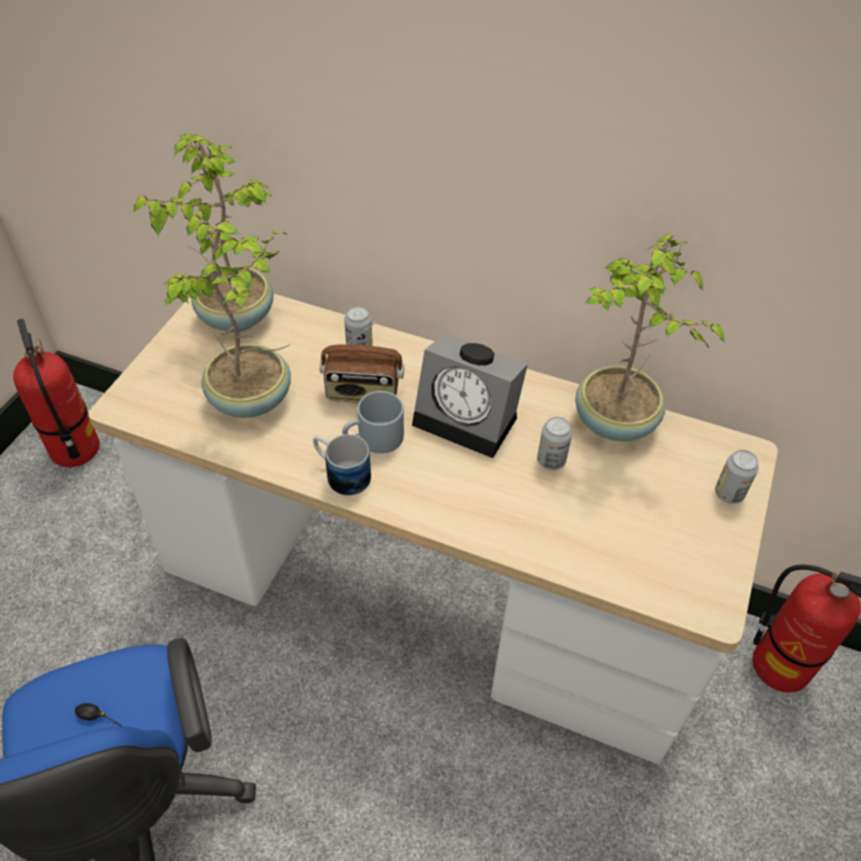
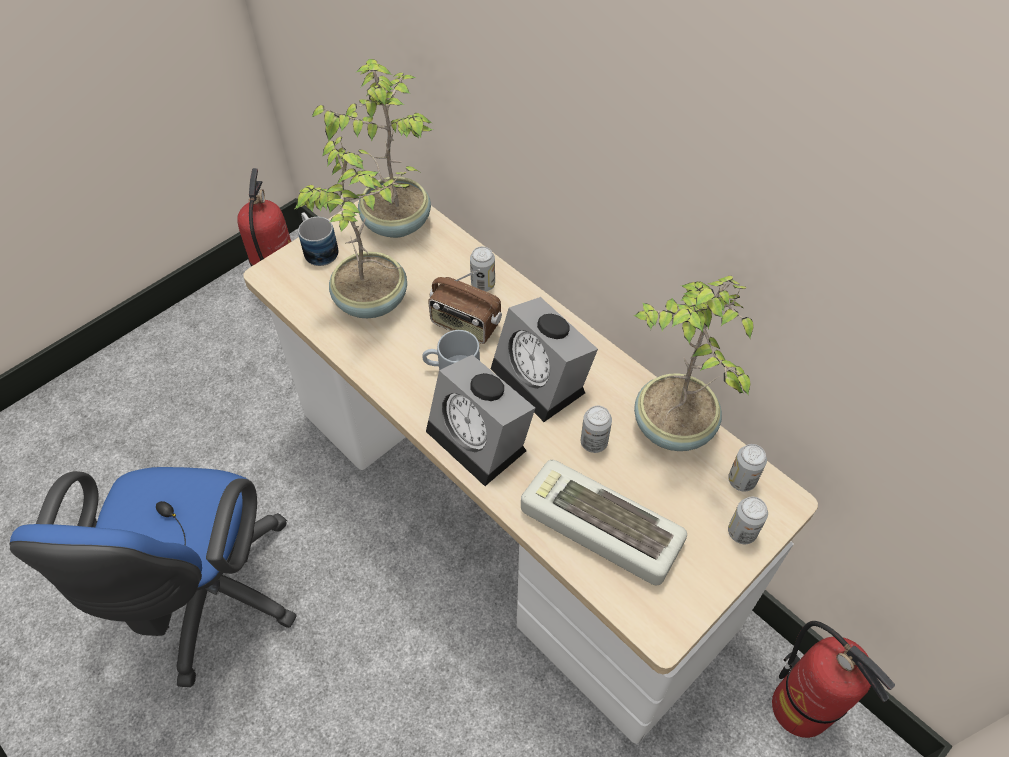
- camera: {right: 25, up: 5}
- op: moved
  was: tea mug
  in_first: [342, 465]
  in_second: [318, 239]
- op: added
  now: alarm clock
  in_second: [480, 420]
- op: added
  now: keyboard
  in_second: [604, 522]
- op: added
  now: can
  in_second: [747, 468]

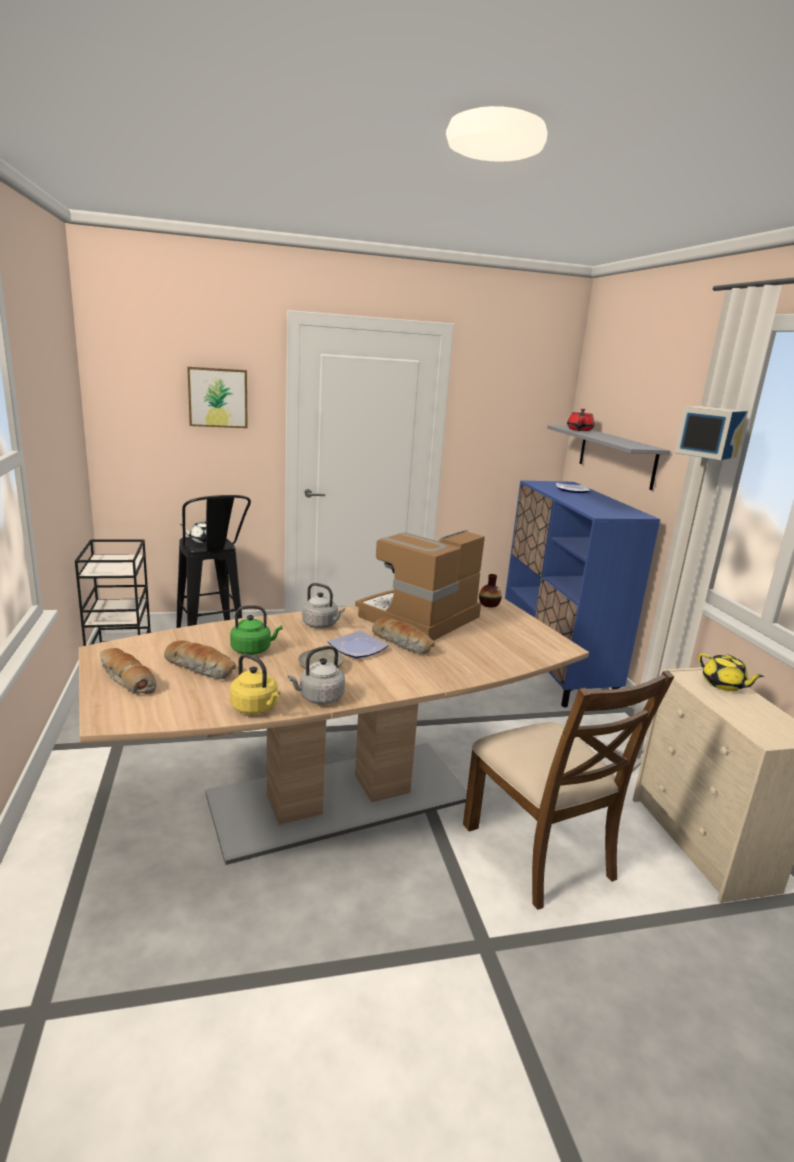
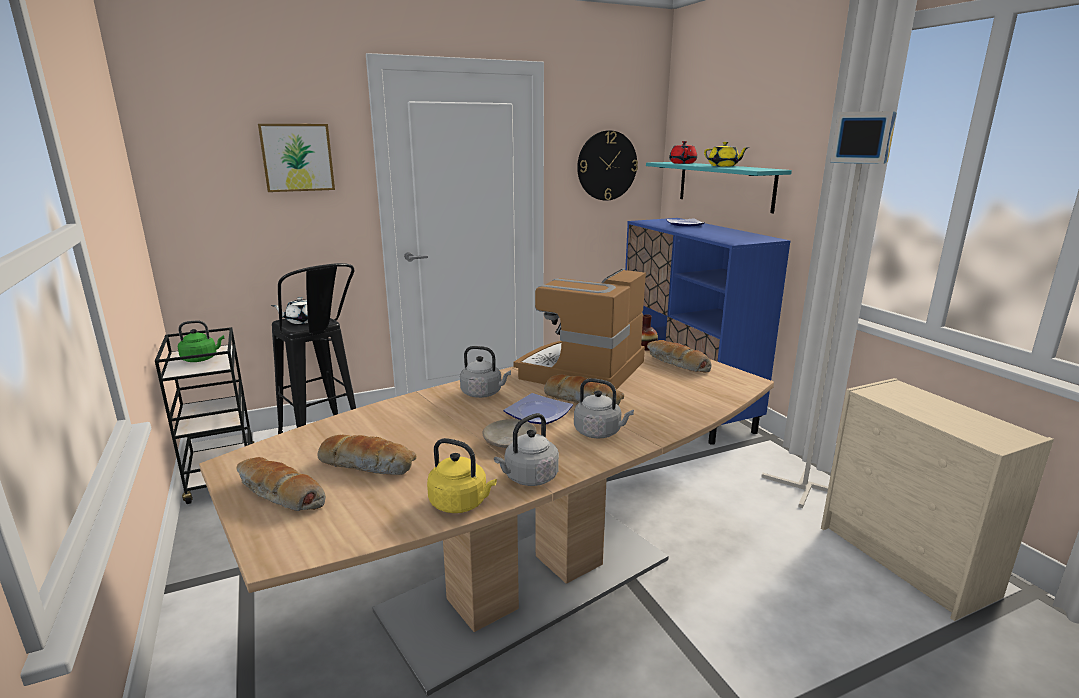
- camera: {right: -10, up: 0}
- op: moved
  was: tea kettle in green
  in_first: [256, 630]
  in_second: [201, 341]
- op: added
  now: tea kettle in grey
  in_second: [604, 408]
- op: added
  now: wall clock
  in_second: [607, 165]
- op: recoloured
  was: wall shelf in grey
  now: wall shelf in blue-green
  in_first: [608, 457]
  in_second: [719, 187]
- op: added
  now: bakery bread
  in_second: [679, 356]
- op: moved
  was: tea pot in yellow
  in_first: [731, 672]
  in_second: [726, 154]
- op: removed
  was: plain chair in brownish
  in_first: [568, 790]

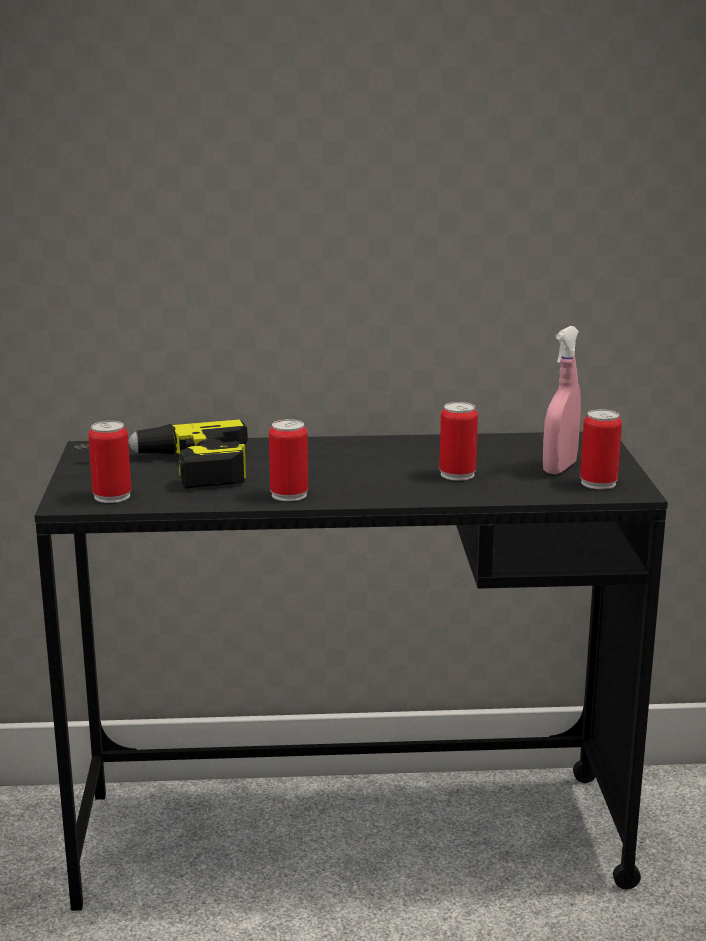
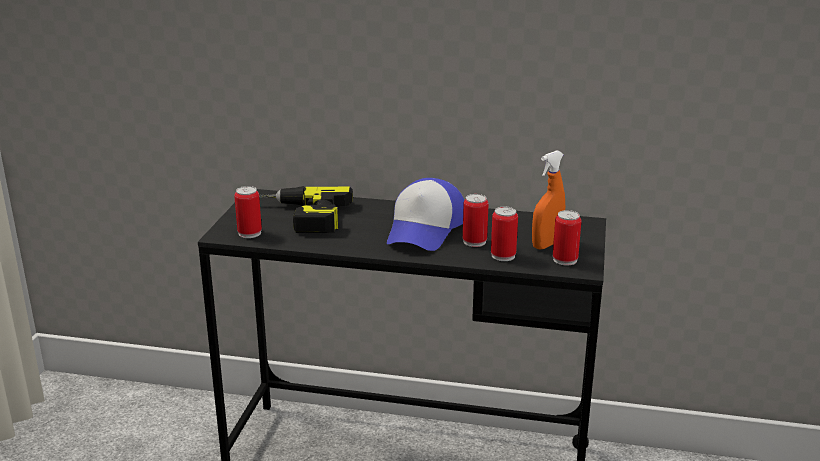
- camera: {right: 15, up: 5}
- op: added
  now: cap
  in_second: [425, 214]
- op: moved
  was: can
  in_first: [288, 460]
  in_second: [504, 234]
- op: recoloured
  was: sprayer in pink-coloured
  now: sprayer in orange-coloured
  in_first: [562, 400]
  in_second: [548, 200]

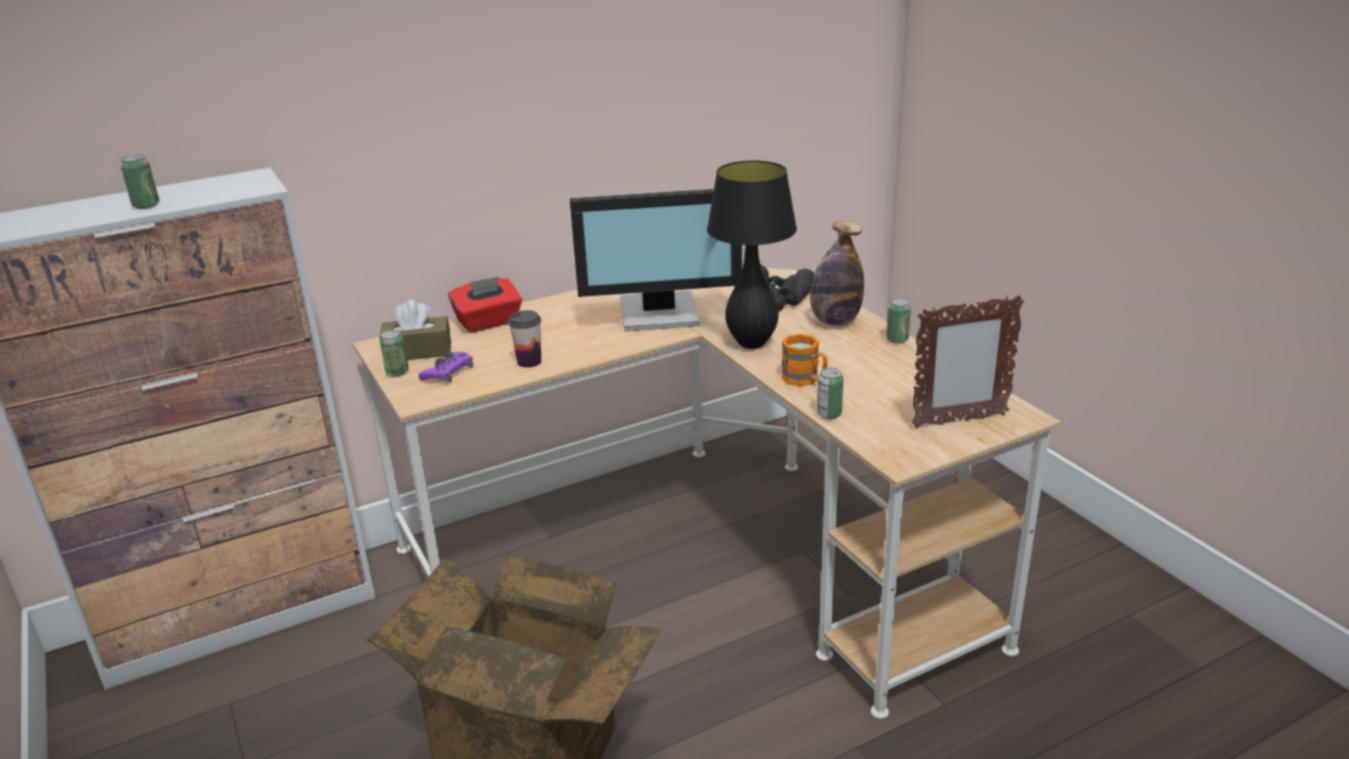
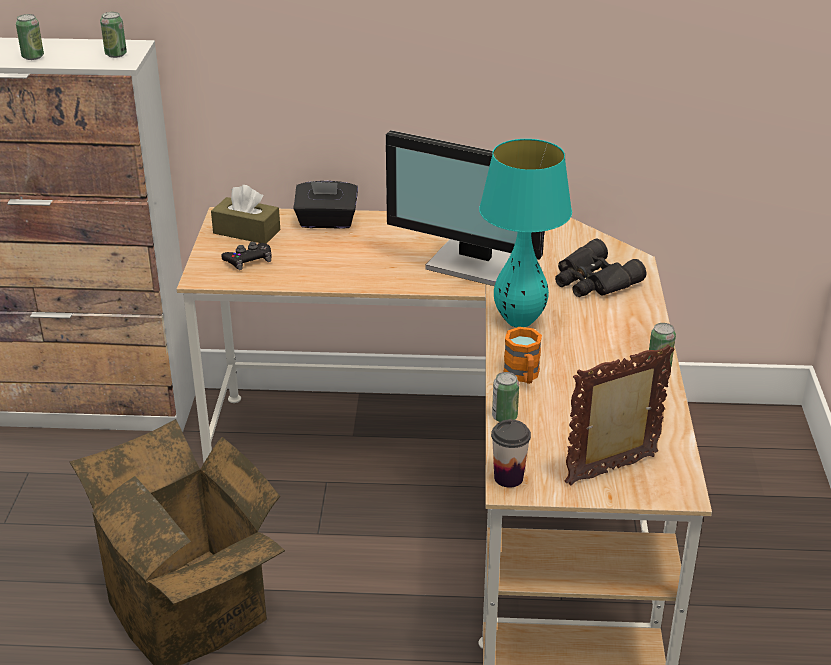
- camera: {right: 30, up: 5}
- op: moved
  was: can
  in_first: [394, 353]
  in_second: [113, 35]
- op: recoloured
  was: gamepad in purple-coloured
  now: gamepad in black
  in_first: [446, 367]
  in_second: [246, 256]
- op: recoloured
  was: tissue box in red
  now: tissue box in black
  in_first: [485, 304]
  in_second: [325, 205]
- op: recoloured
  was: tabletop lamp in black
  now: tabletop lamp in blue-green
  in_first: [752, 255]
  in_second: [525, 233]
- op: moved
  was: drinking cup
  in_first: [524, 339]
  in_second: [511, 453]
- op: turned
  was: photo frame
  in_first: [968, 361]
  in_second: [620, 414]
  clockwise: 135
- op: removed
  was: bottle
  in_first: [837, 273]

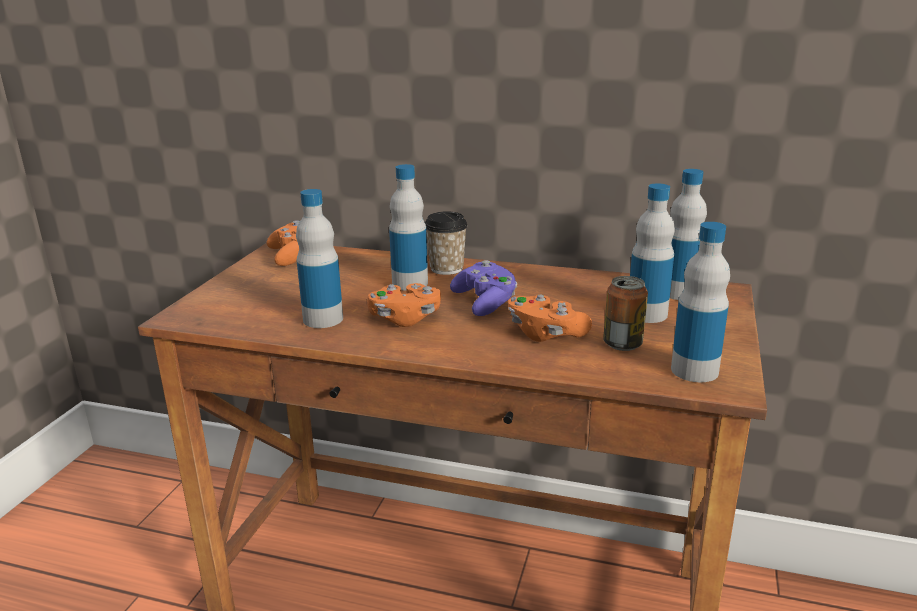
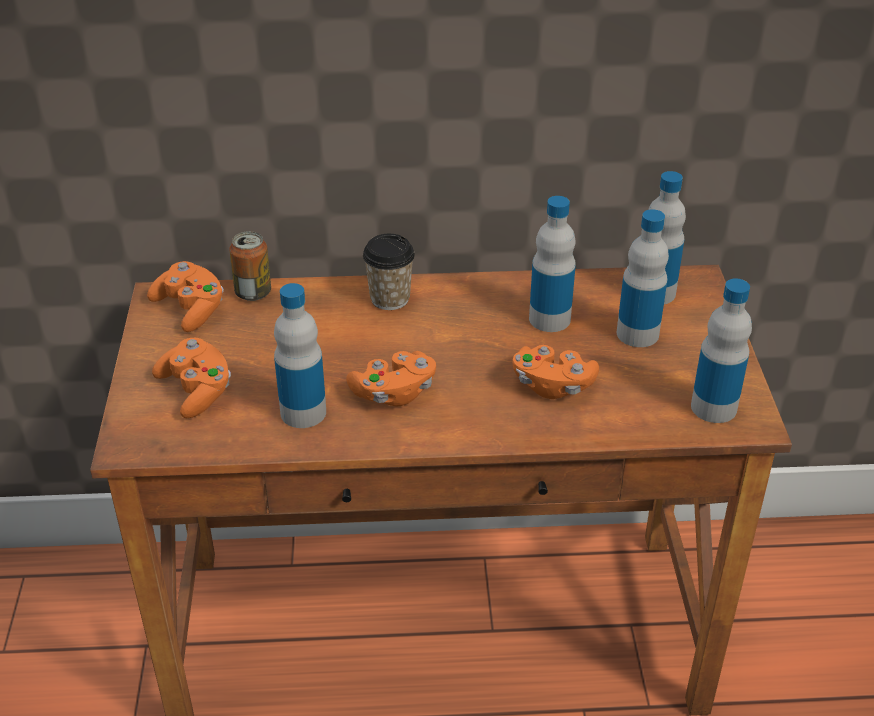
- camera: {right: -20, up: 15}
- op: added
  now: gamepad in orange-coloured
  in_second: [191, 378]
- op: moved
  was: can
  in_first: [625, 313]
  in_second: [250, 266]
- op: moved
  was: bottle
  in_first: [408, 227]
  in_second: [552, 264]
- op: removed
  was: gamepad in purple-coloured
  in_first: [484, 288]

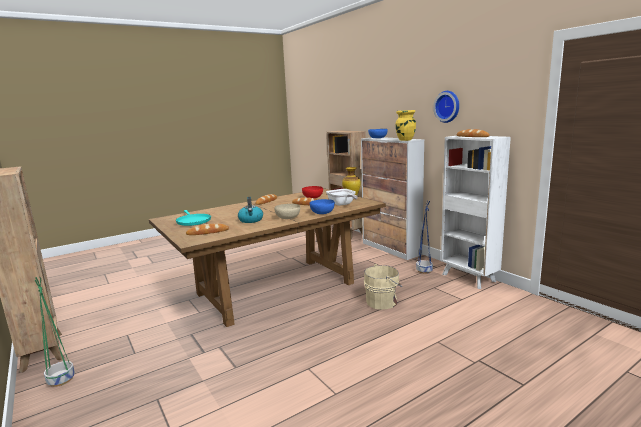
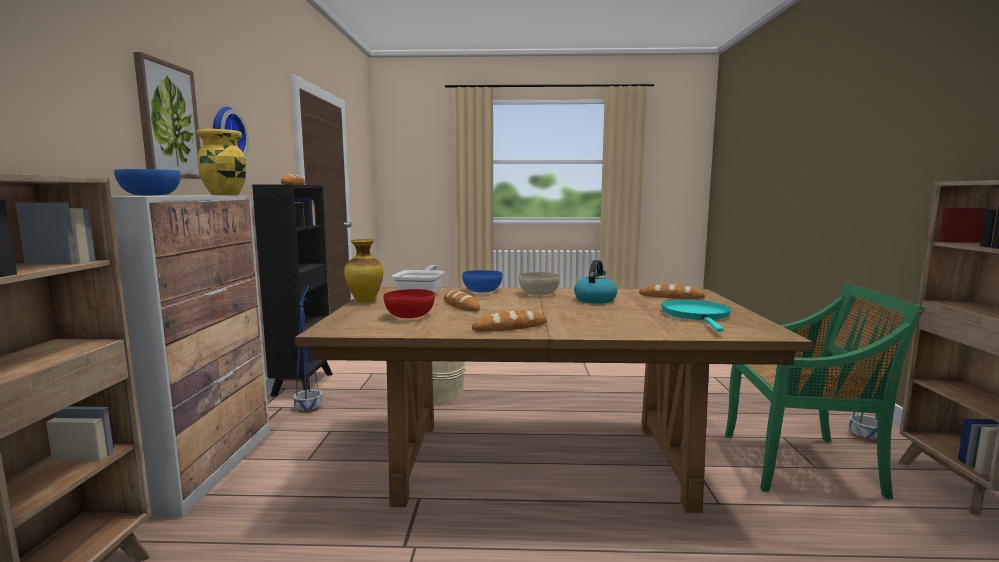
- camera: {right: -145, up: -5}
- op: added
  now: wall art
  in_second: [167, 115]
- op: recoloured
  was: bookcase in white
  now: bookcase in black
  in_first: [476, 212]
  in_second: [292, 290]
- op: added
  now: plain chair in green
  in_second: [825, 390]

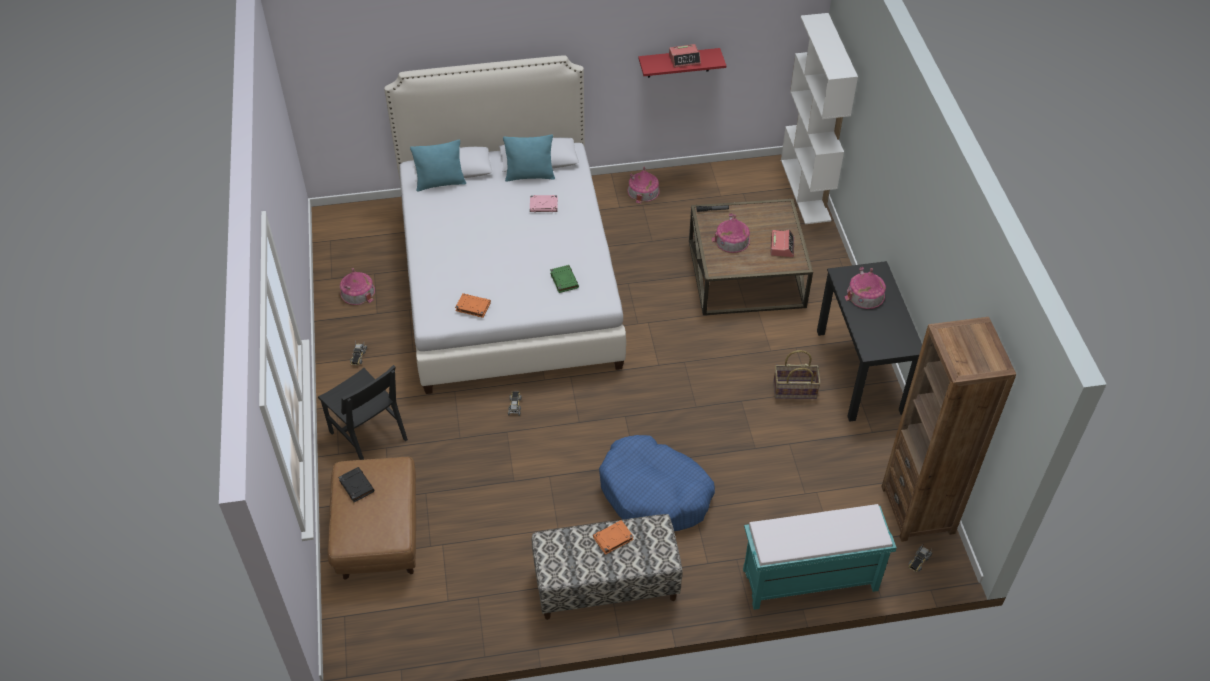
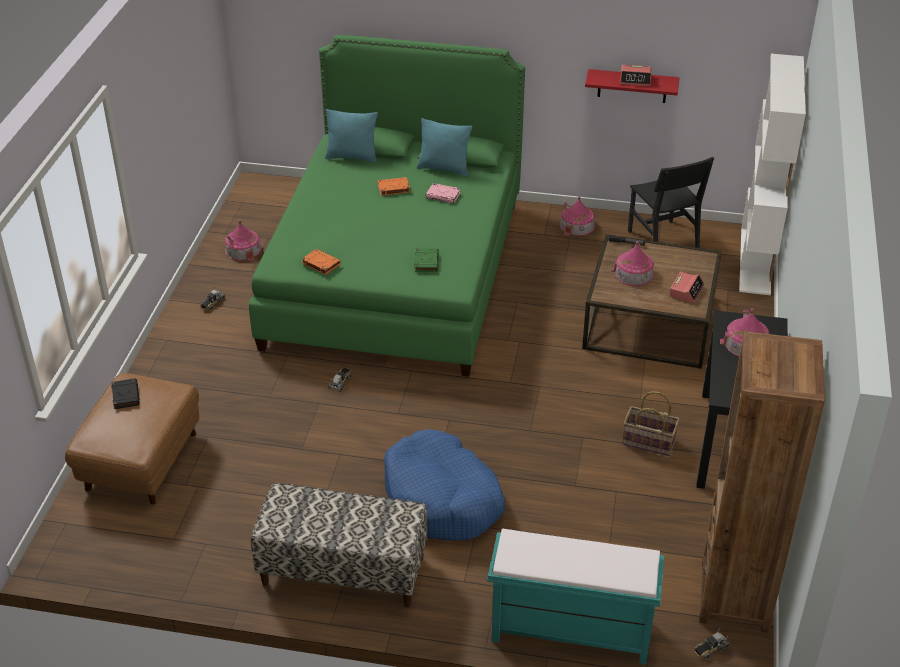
- camera: {right: 20, up: -10}
- op: recoloured
  was: sleeping bed in white
  now: sleeping bed in green
  in_first: [505, 225]
  in_second: [387, 206]
- op: moved
  was: volume in orange-coloured
  in_first: [613, 537]
  in_second: [394, 186]
- op: moved
  was: plain chair in black
  in_first: [363, 412]
  in_second: [671, 202]

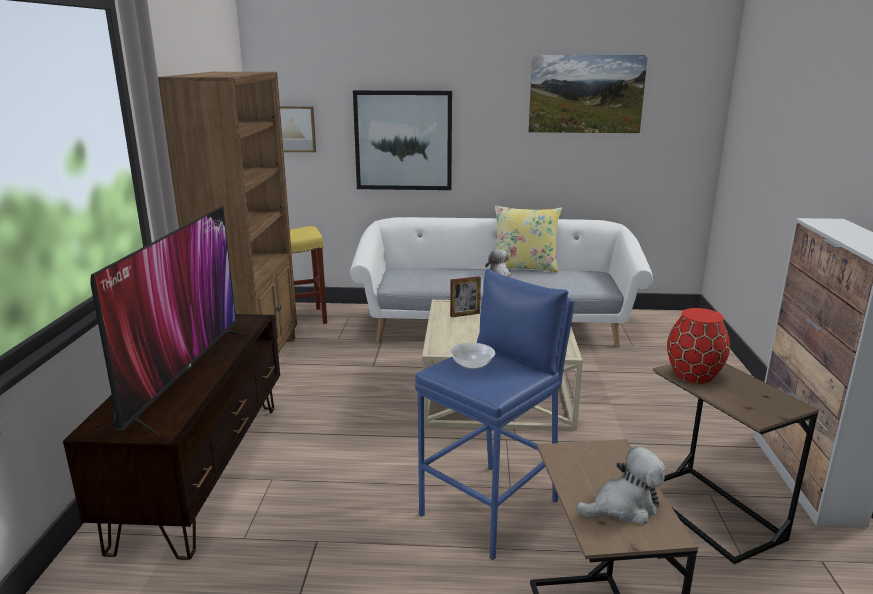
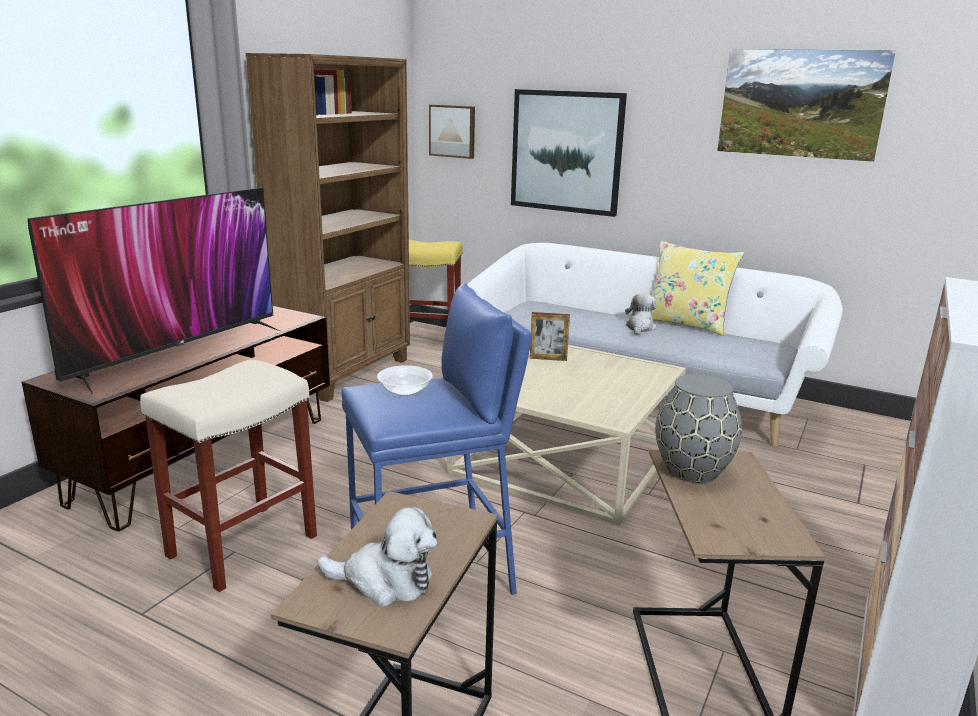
- camera: {right: 25, up: 0}
- op: added
  now: stool in beige
  in_second: [228, 475]
- op: recoloured
  was: flower vase in red
  now: flower vase in grey
  in_first: [698, 346]
  in_second: [698, 428]

